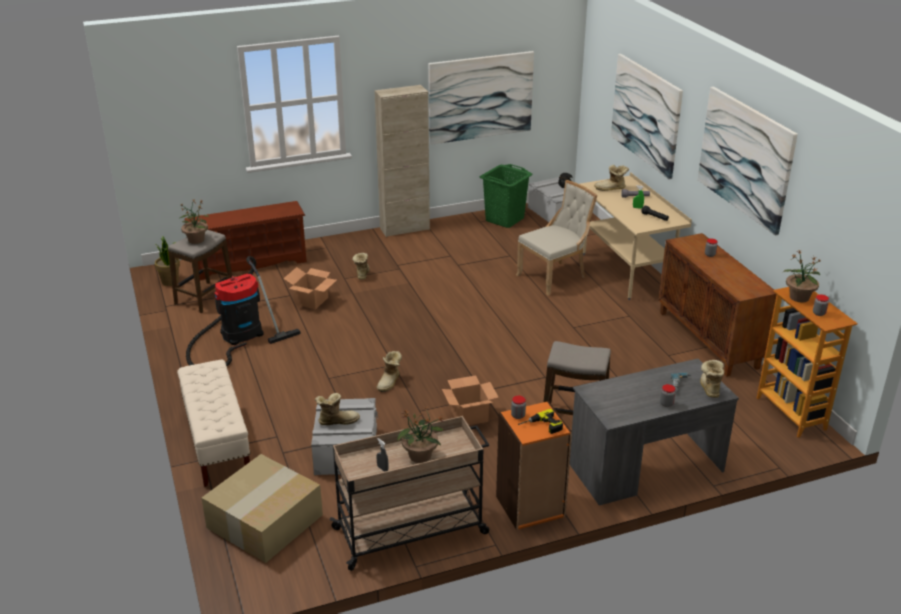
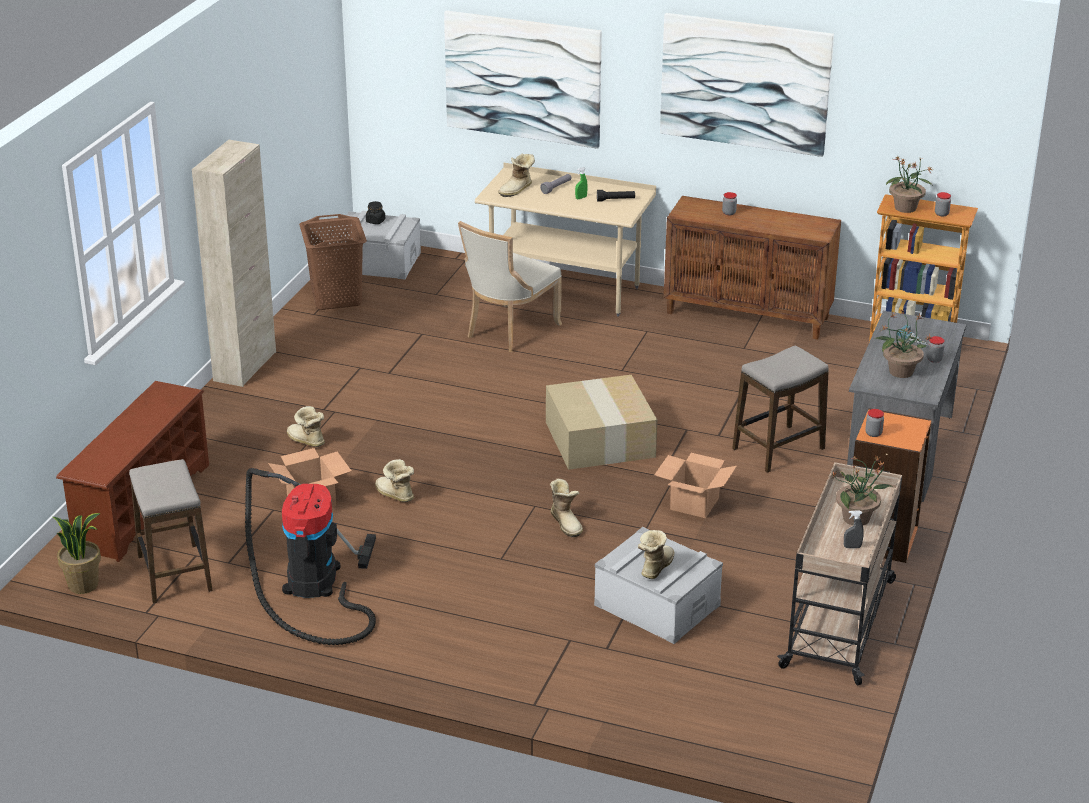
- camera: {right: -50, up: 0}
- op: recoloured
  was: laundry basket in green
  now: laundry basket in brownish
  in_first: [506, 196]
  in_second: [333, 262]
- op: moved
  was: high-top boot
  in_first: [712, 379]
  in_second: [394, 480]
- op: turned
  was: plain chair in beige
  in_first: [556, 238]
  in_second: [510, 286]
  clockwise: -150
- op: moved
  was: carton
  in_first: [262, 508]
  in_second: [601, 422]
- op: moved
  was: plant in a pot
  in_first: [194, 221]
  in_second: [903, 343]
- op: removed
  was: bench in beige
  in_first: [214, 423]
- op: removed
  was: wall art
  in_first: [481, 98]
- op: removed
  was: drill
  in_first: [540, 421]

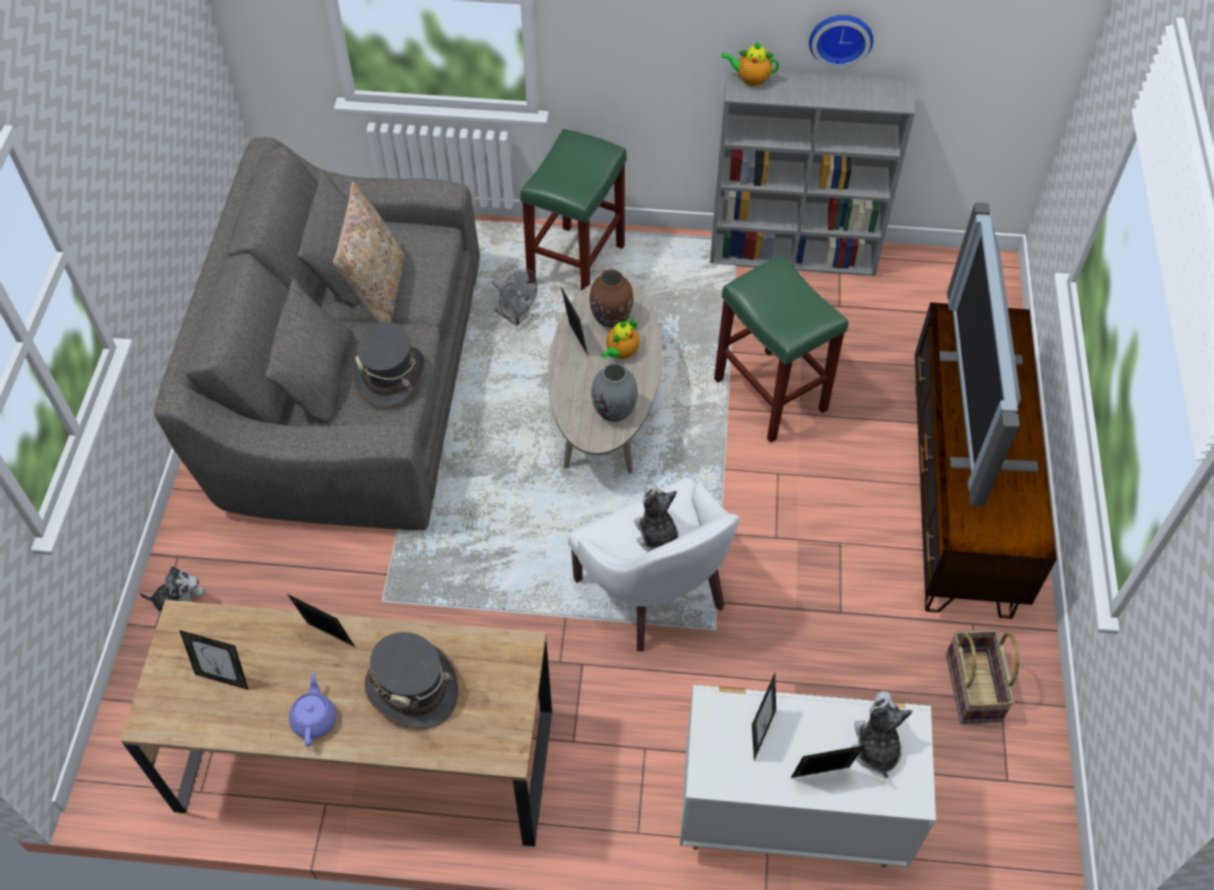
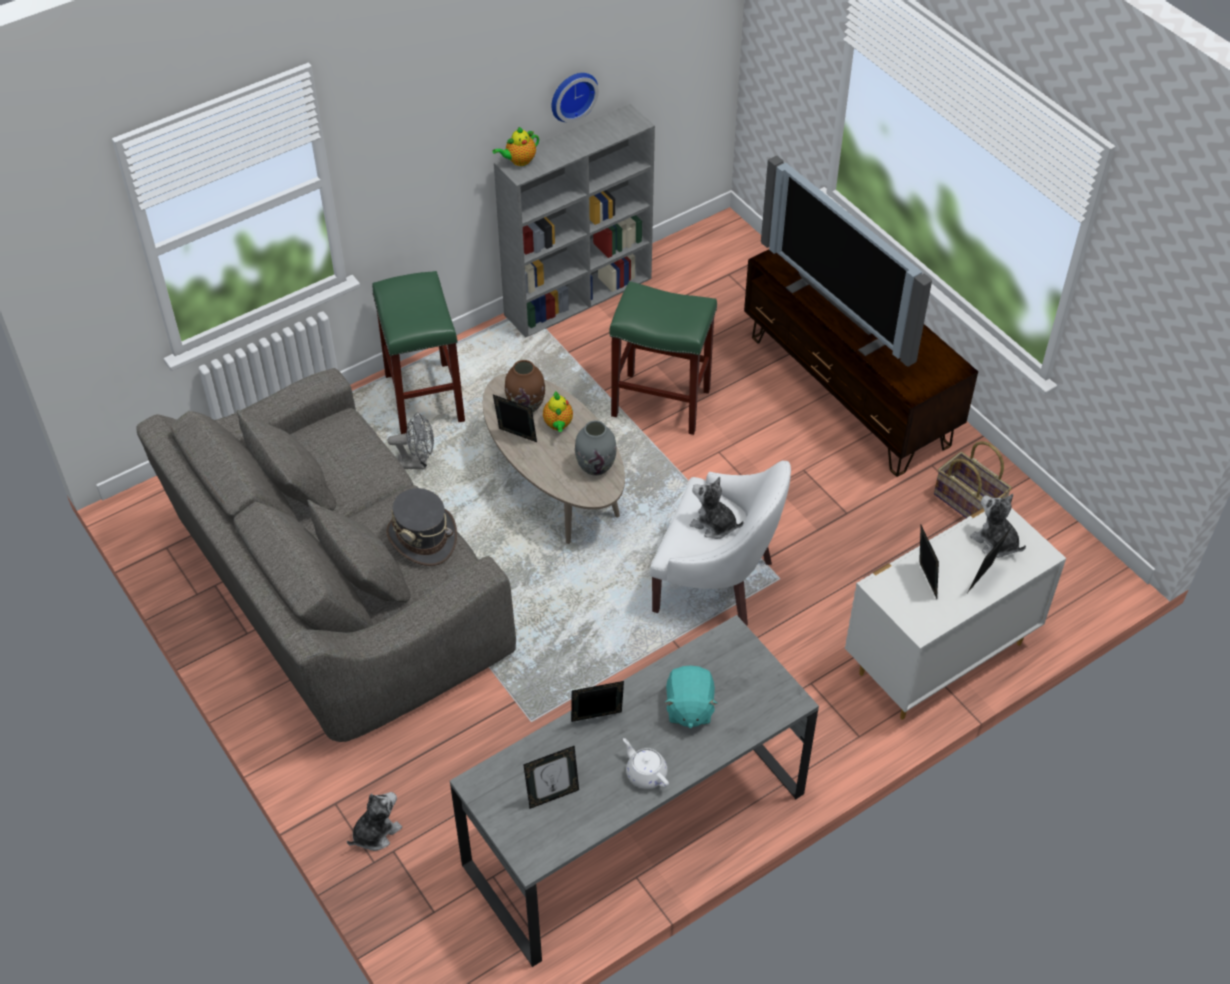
- camera: {right: -40, up: -5}
- op: recoloured
  was: desk table in brownish
  now: desk table in grey
  in_first: [336, 723]
  in_second: [634, 791]
- op: recoloured
  was: tea pot in purple-coloured
  now: tea pot in white
  in_first: [312, 709]
  in_second: [646, 763]
- op: replaced
  was: clothing hat in grey
  now: cuddly toy in blue-green
  in_first: [411, 680]
  in_second: [691, 697]
- op: removed
  was: throw pillow in beige
  in_first: [369, 252]

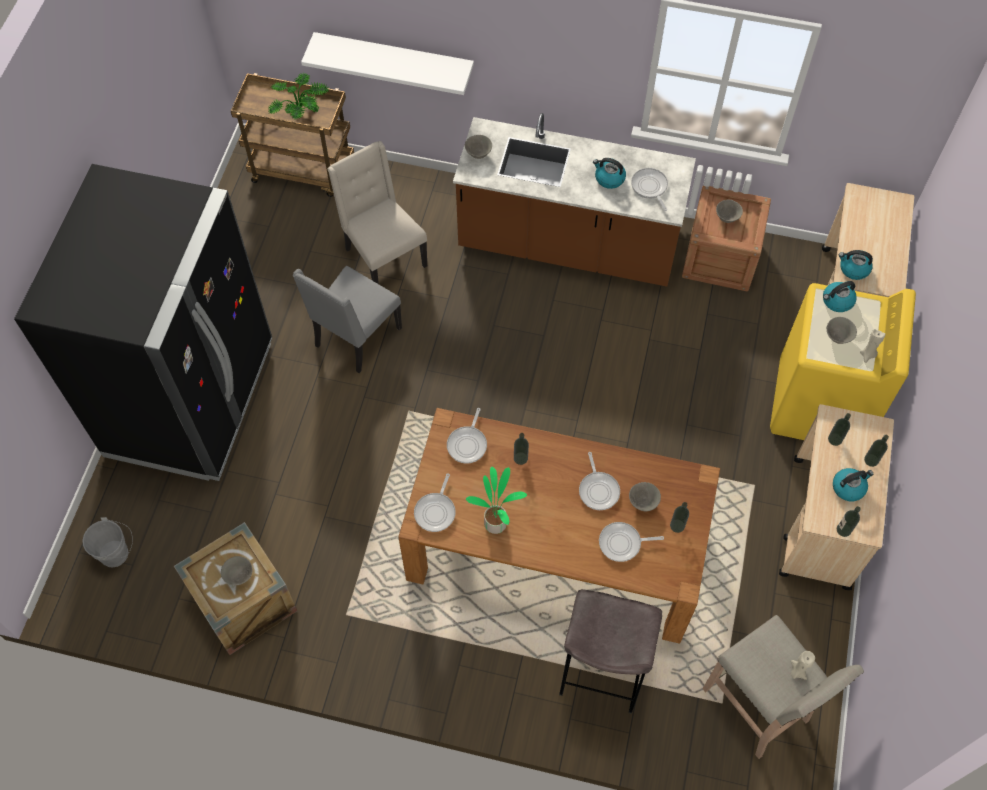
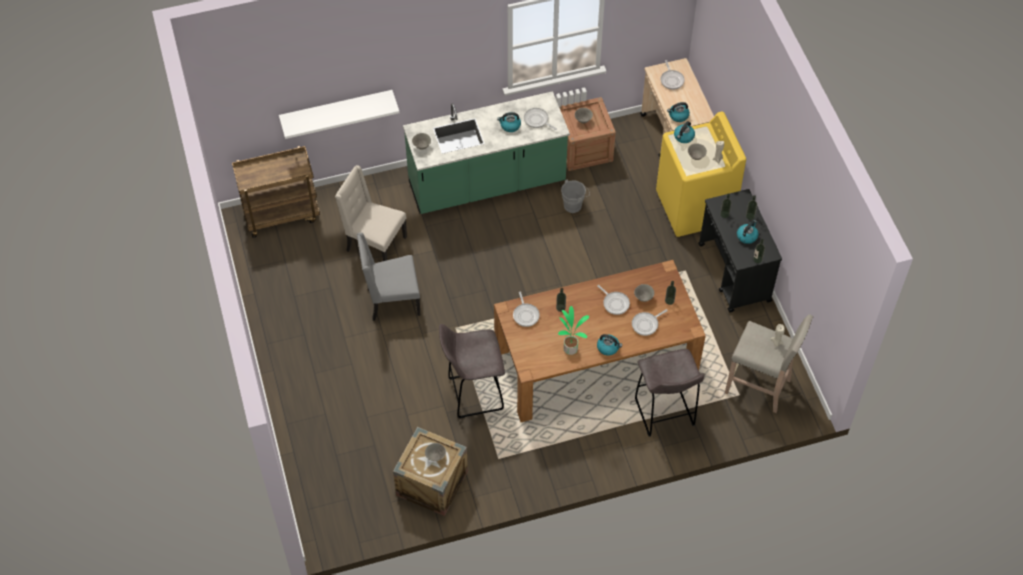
- camera: {right: -30, up: -5}
- op: turned
  was: plain chair in grey
  in_first: [347, 319]
  in_second: [388, 276]
  clockwise: 75
- op: recoloured
  was: kitchen base unit in brownish
  now: kitchen base unit in green
  in_first: [574, 200]
  in_second: [486, 152]
- op: added
  now: stool in grey
  in_second: [472, 371]
- op: moved
  was: bucket in grey
  in_first: [108, 542]
  in_second: [575, 196]
- op: added
  now: tea kettle
  in_second: [609, 344]
- op: moved
  was: frying pan
  in_first: [435, 502]
  in_second: [673, 75]
- op: recoloured
  was: trolley in beige
  now: trolley in black
  in_first: [836, 497]
  in_second: [740, 251]
- op: removed
  was: refrigerator in black
  in_first: [143, 322]
- op: removed
  was: plant in a pot
  in_first: [298, 96]

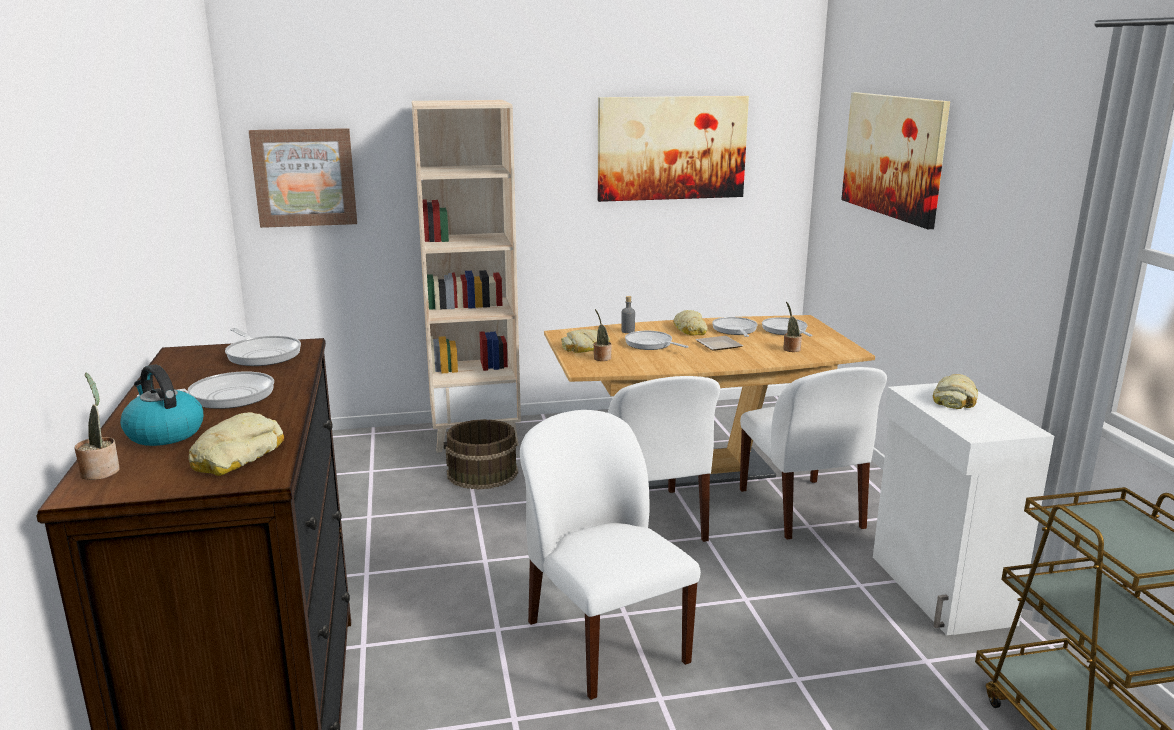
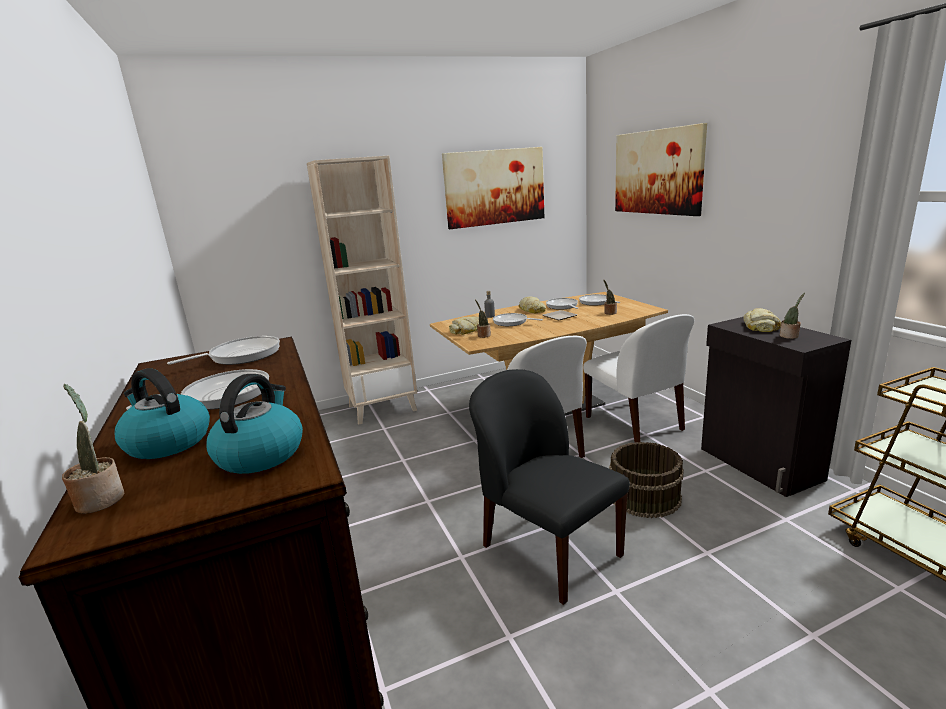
- camera: {right: -10, up: 0}
- op: turned
  was: frying pan
  in_first: [263, 347]
  in_second: [223, 350]
  clockwise: -75
- op: replaced
  was: bakery bread
  now: tea kettle
  in_first: [236, 444]
  in_second: [254, 424]
- op: recoloured
  was: plain chair in white
  now: plain chair in black
  in_first: [610, 555]
  in_second: [549, 487]
- op: moved
  was: bucket in brownish
  in_first: [480, 454]
  in_second: [646, 480]
- op: recoloured
  was: cupboard in white
  now: cupboard in black
  in_first: [963, 509]
  in_second: [776, 407]
- op: added
  now: plant in a pot
  in_second: [792, 316]
- op: removed
  was: wall art
  in_first: [303, 178]

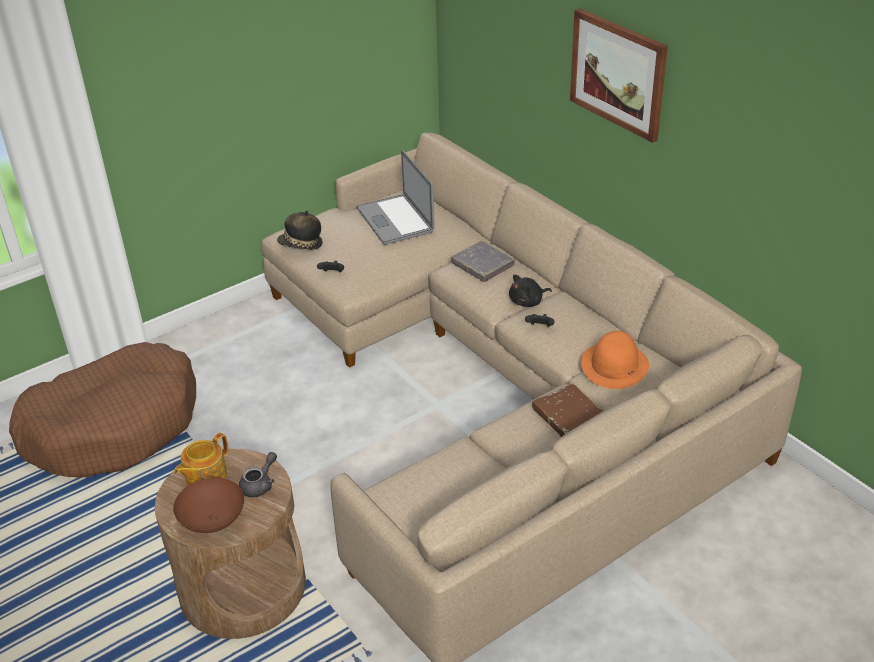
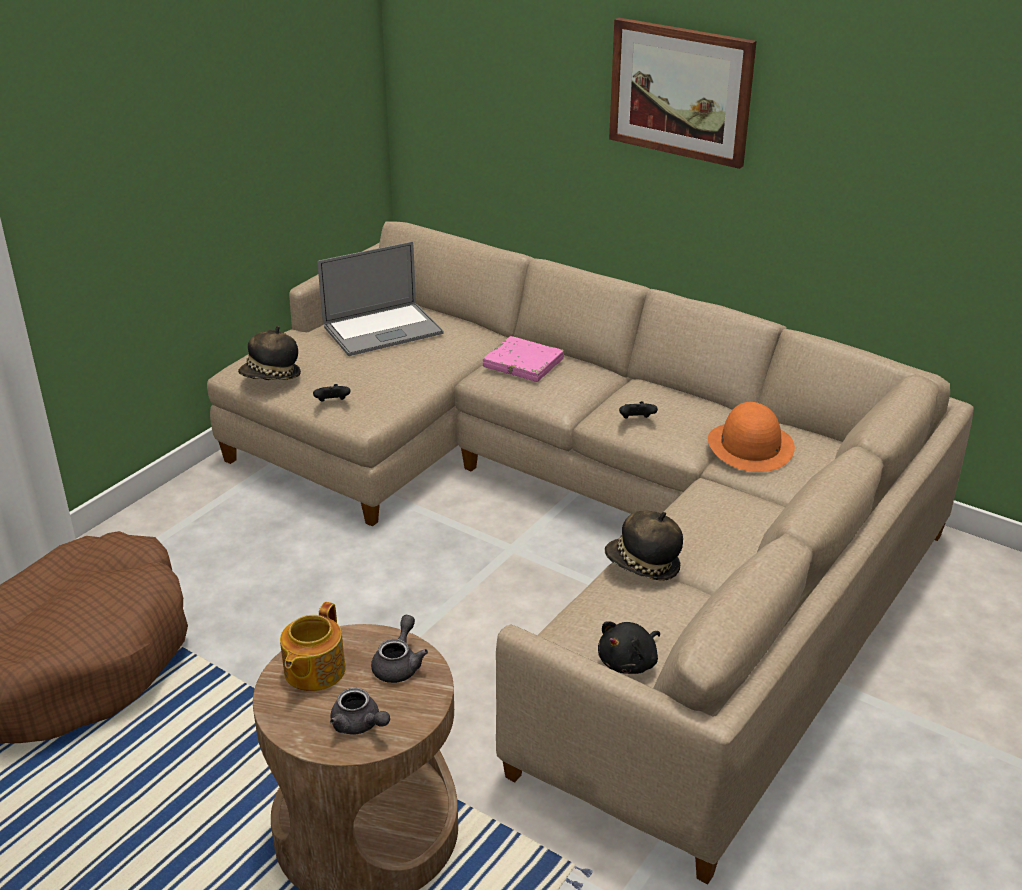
- camera: {right: -20, up: -5}
- op: turned
  was: portable computer
  in_first: [395, 197]
  in_second: [380, 299]
  clockwise: -75
- op: replaced
  was: bowl in brownish
  now: tea pot in grey
  in_first: [208, 505]
  in_second: [360, 711]
- op: recoloured
  was: volume in grey
  now: volume in pink-coloured
  in_first: [483, 261]
  in_second: [523, 359]
- op: moved
  was: cuddly toy in black
  in_first: [530, 290]
  in_second: [629, 647]
- op: added
  now: clothing hat
  in_second: [644, 545]
- op: removed
  was: volume in brownish
  in_first: [567, 410]

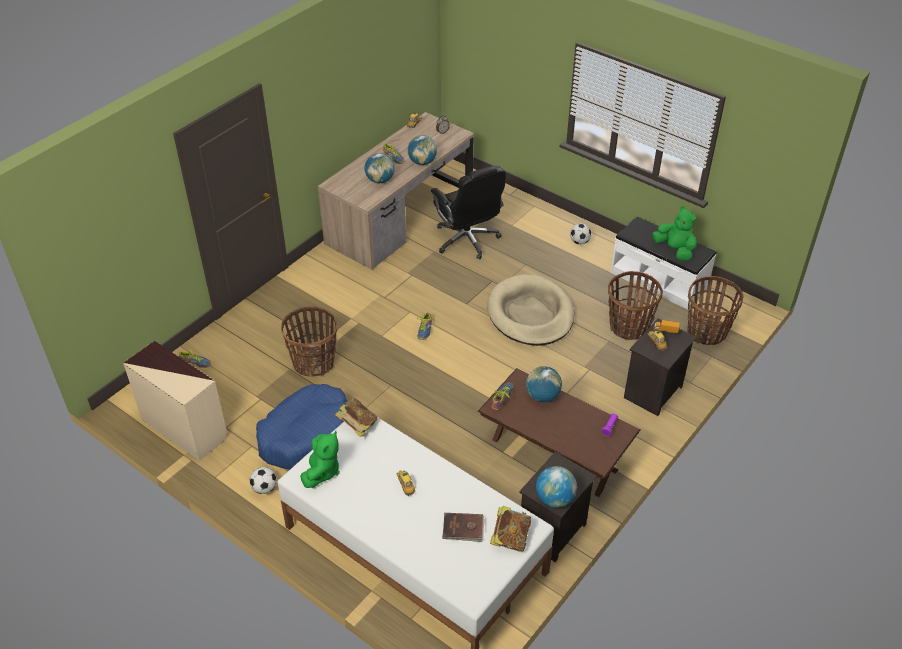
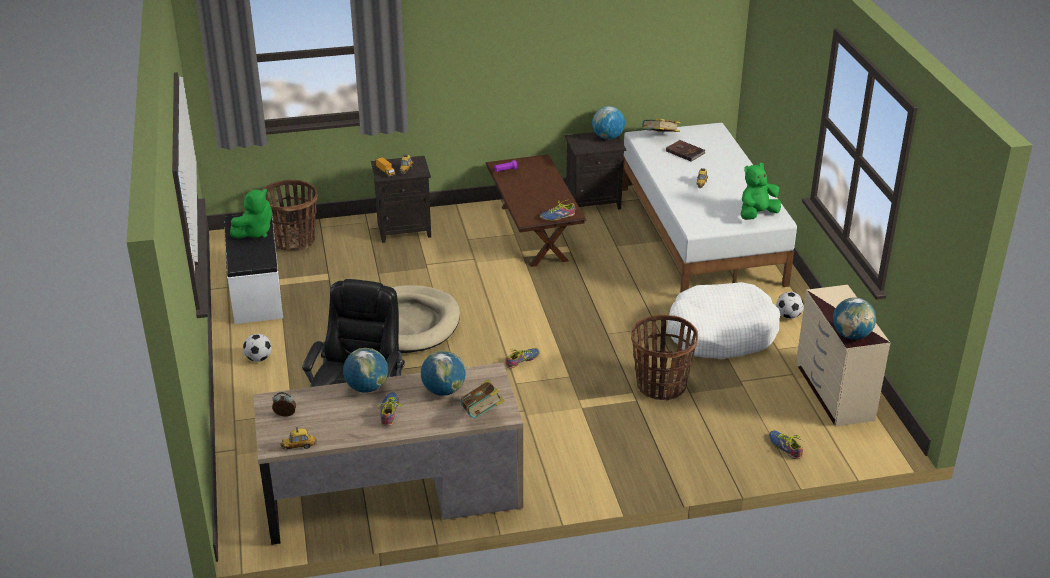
- camera: {right: -140, up: -10}
- op: turned
  was: cuddly toy in green
  in_first: [674, 233]
  in_second: [251, 214]
  clockwise: -135
- op: moved
  was: volume
  in_first: [356, 417]
  in_second: [483, 398]
- op: recoloured
  was: dog bed in blue-coloured
  now: dog bed in white
  in_first: [301, 427]
  in_second: [723, 321]
- op: moved
  was: desk globe
  in_first: [544, 384]
  in_second: [854, 318]
- op: removed
  was: basket
  in_first: [635, 305]

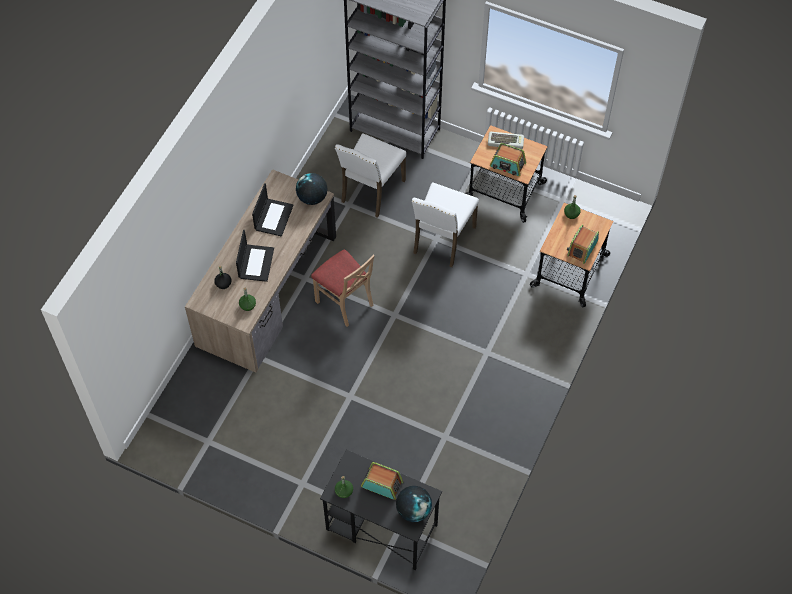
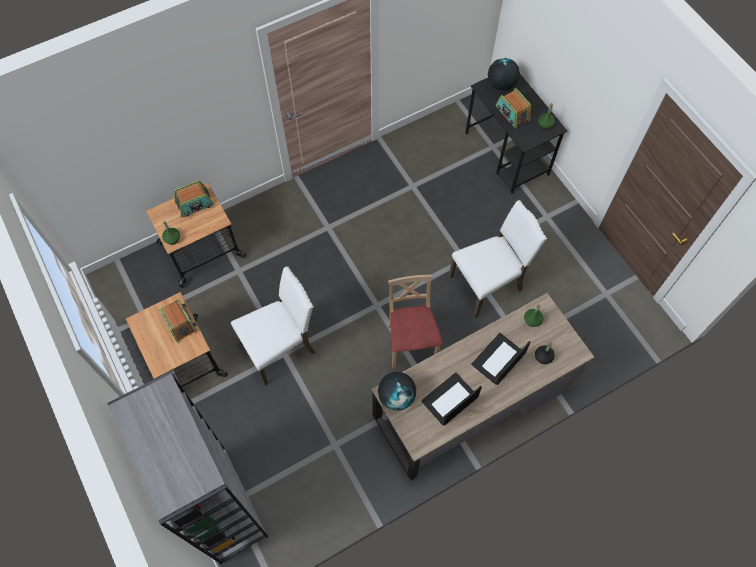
- camera: {right: -145, up: 5}
- op: moved
  was: plain chair in white
  in_first: [370, 175]
  in_second: [498, 259]
- op: removed
  was: keyboard
  in_first: [506, 140]

